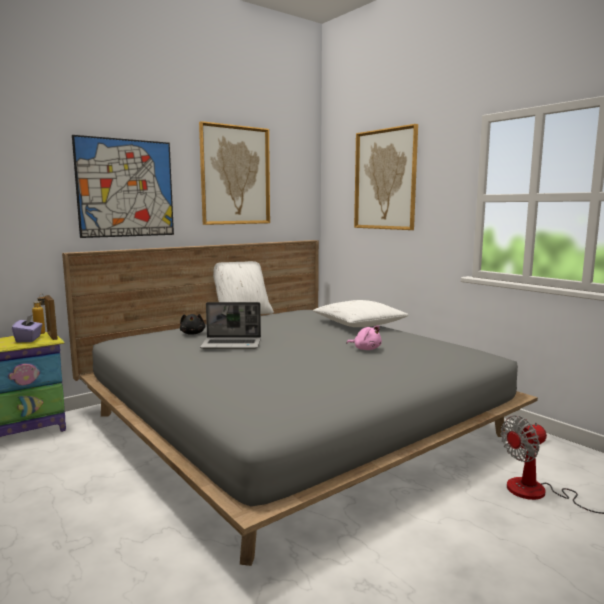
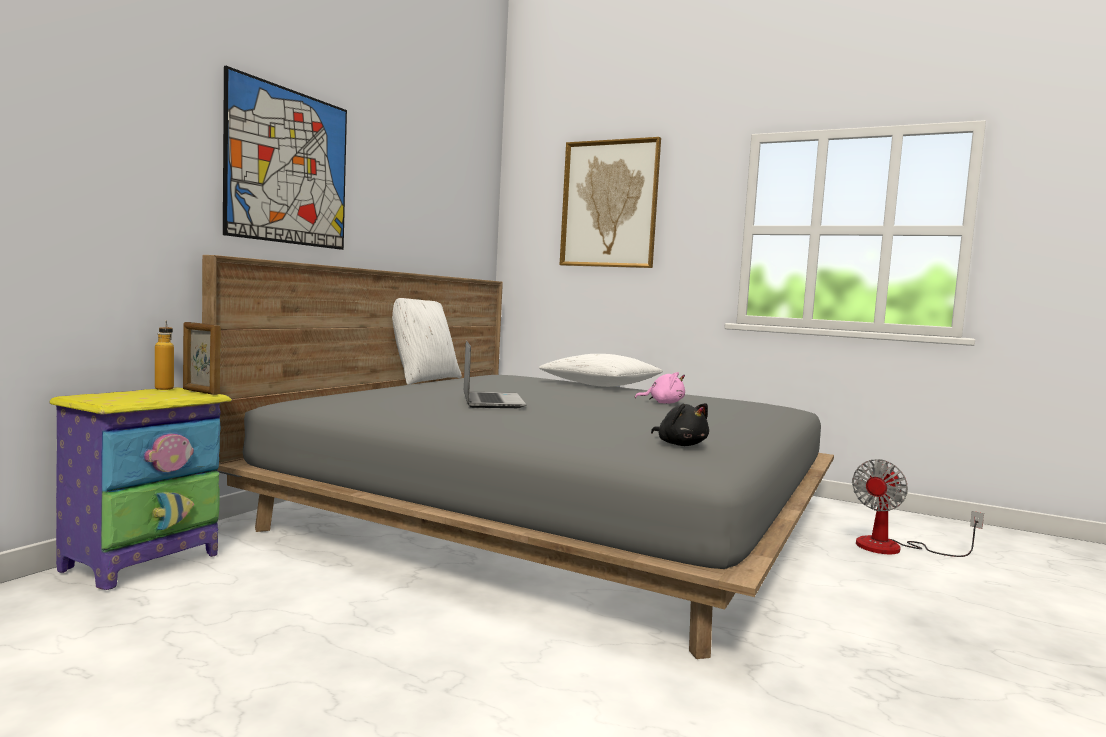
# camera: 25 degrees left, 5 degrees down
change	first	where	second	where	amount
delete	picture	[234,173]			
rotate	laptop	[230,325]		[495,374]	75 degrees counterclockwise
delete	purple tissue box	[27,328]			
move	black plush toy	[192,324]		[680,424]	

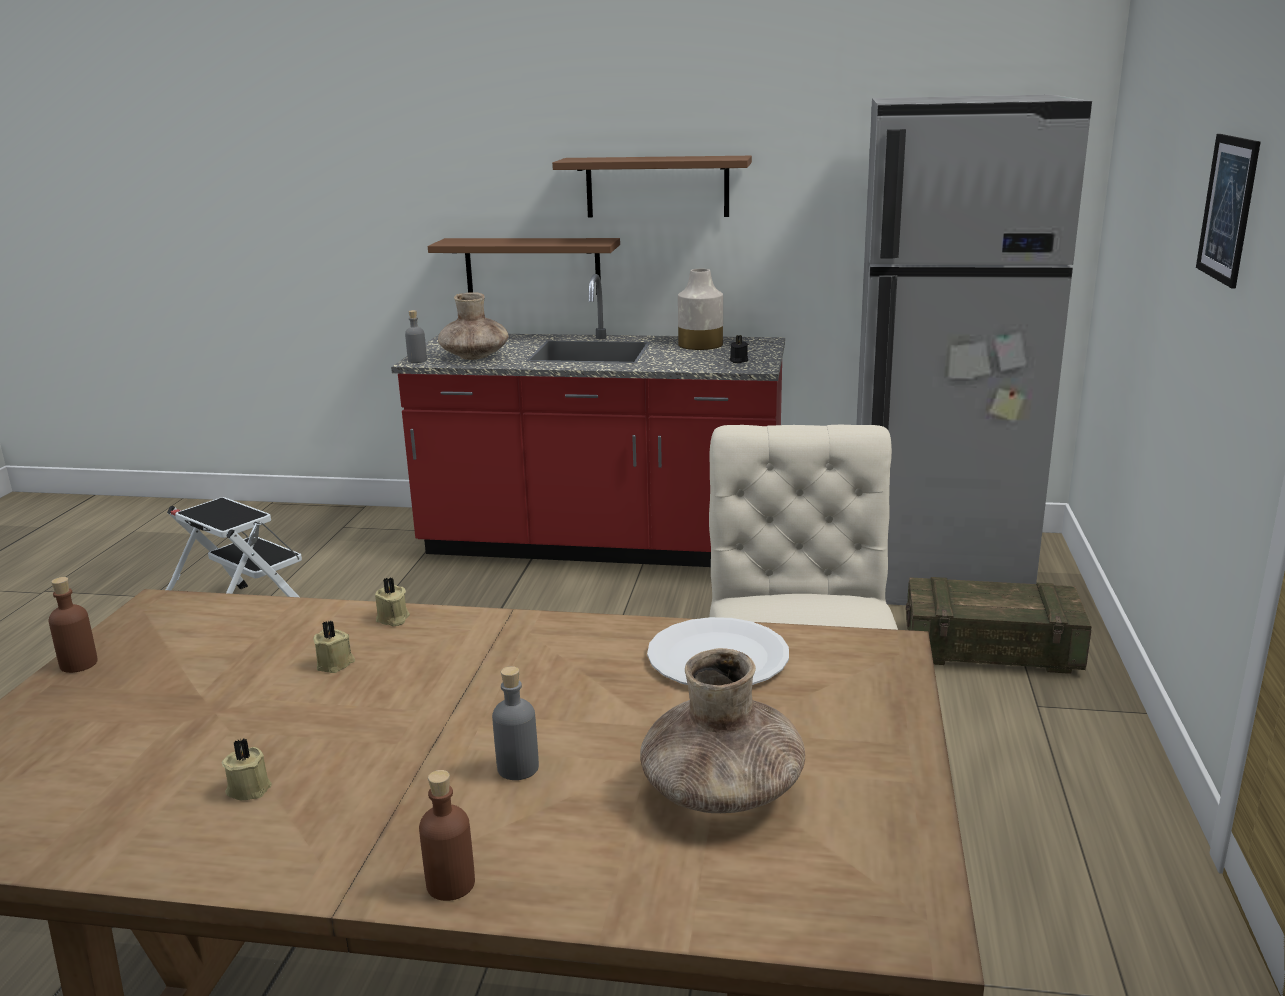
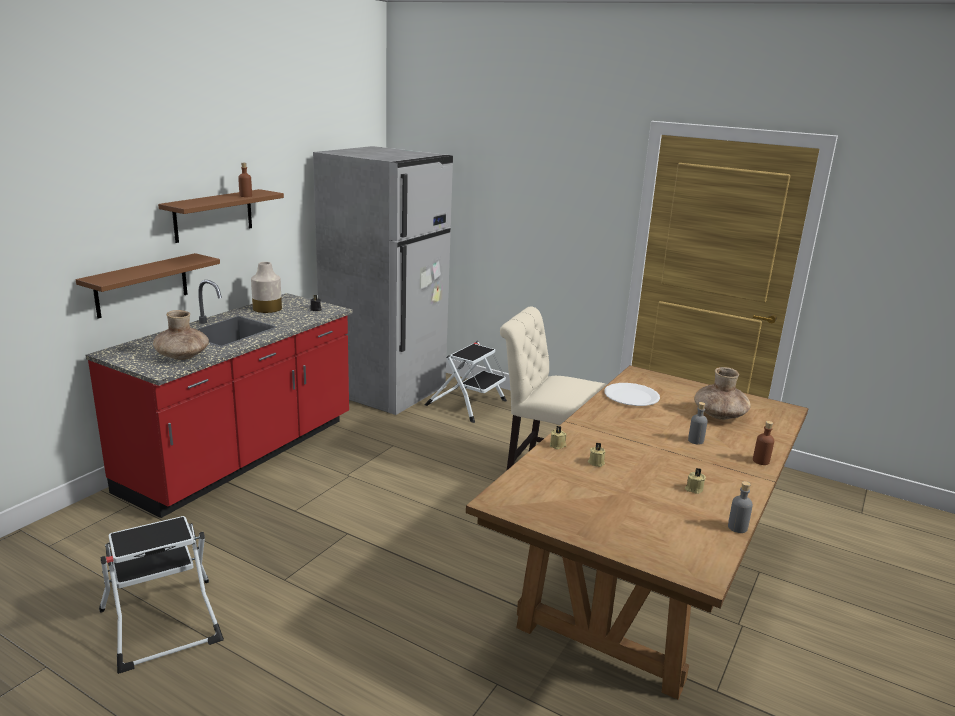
# camera: 70 degrees left, 0 degrees up
change	first	where	second	where	amount
delete	picture	[1228,211]			
move	grey bottle	[416,336]		[740,507]	
move	brown bottle	[73,625]		[245,180]	
replace	crate	[999,625]	step ladder	[465,382]	

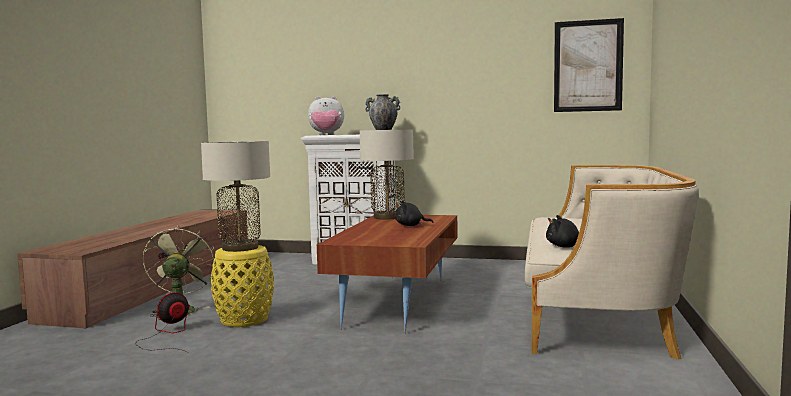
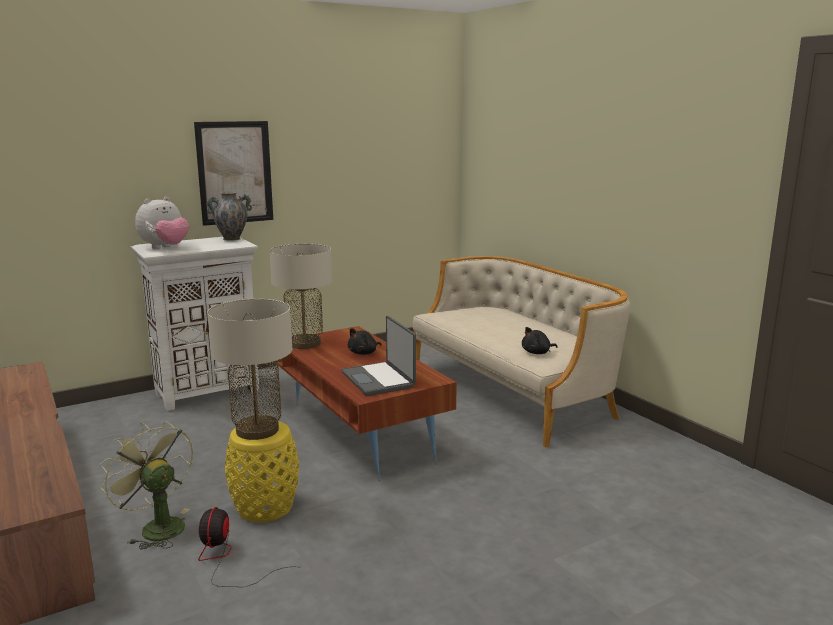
# camera: 45 degrees left, 10 degrees up
change	first	where	second	where	amount
move	picture	[589,65]		[233,173]	
insert			laptop	[378,356]	

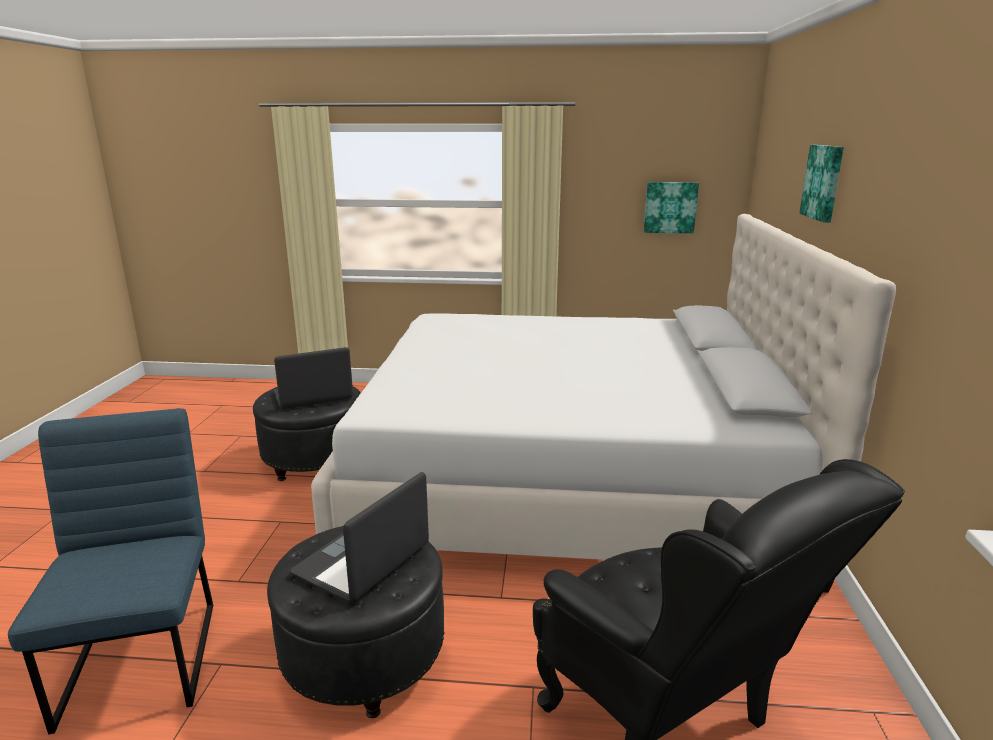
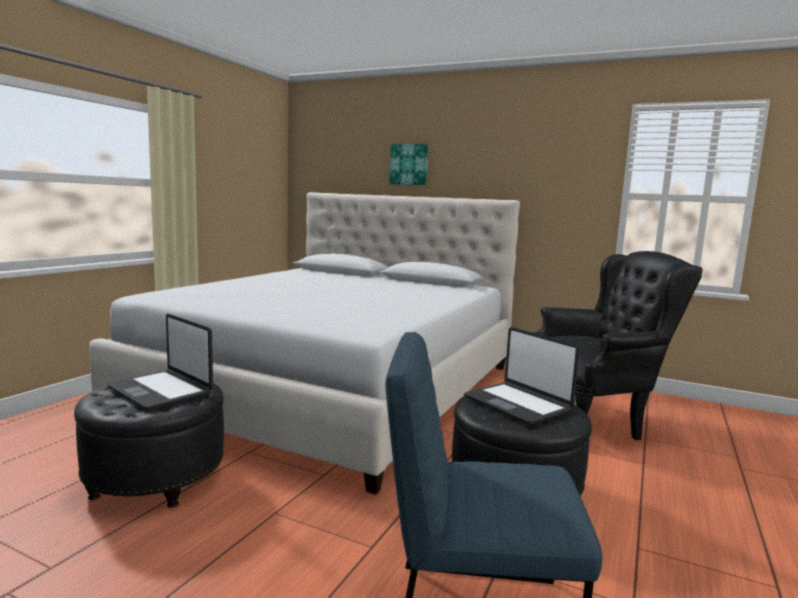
# camera: 70 degrees left, 10 degrees down
change	first	where	second	where	amount
delete	picture	[671,207]			
rotate	laptop	[313,378]		[160,362]	45 degrees counterclockwise

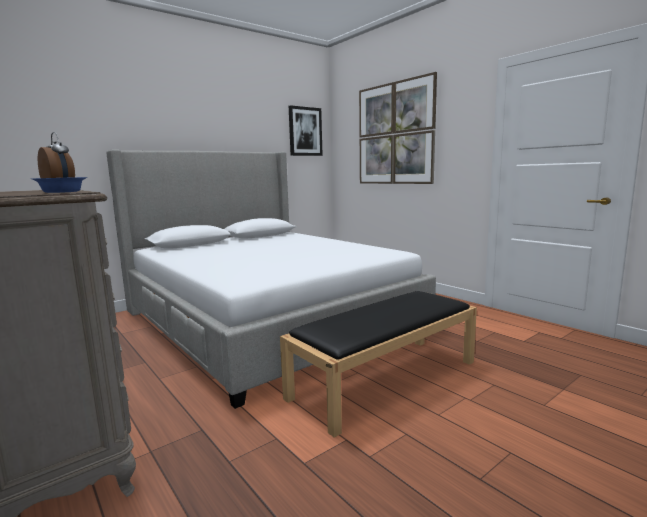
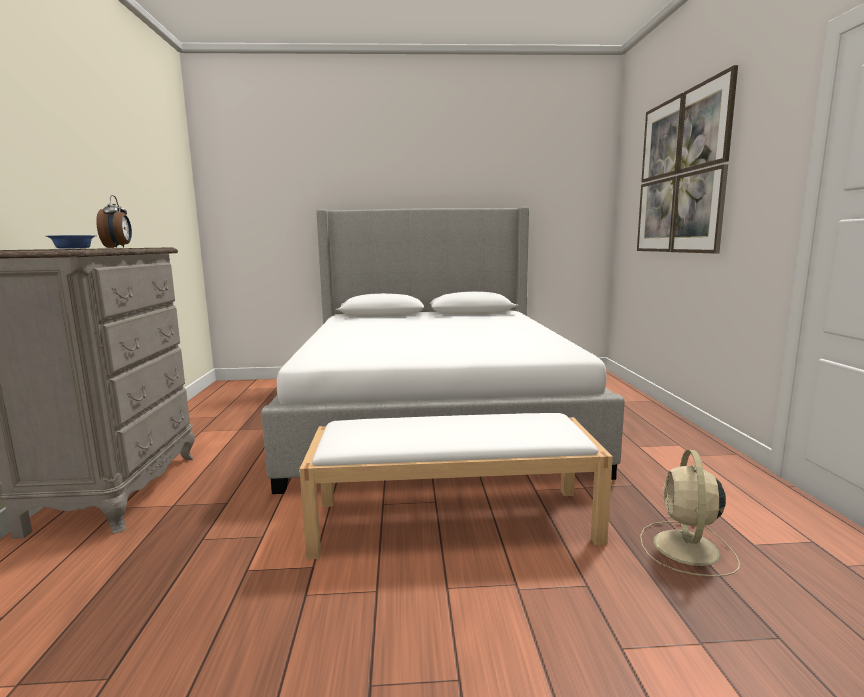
# camera: 35 degrees right, 0 degrees up
change	first	where	second	where	amount
delete	picture	[306,130]			
recolor	black bench	[378,364]	white bench	[456,486]	
insert			beige fan	[690,513]	

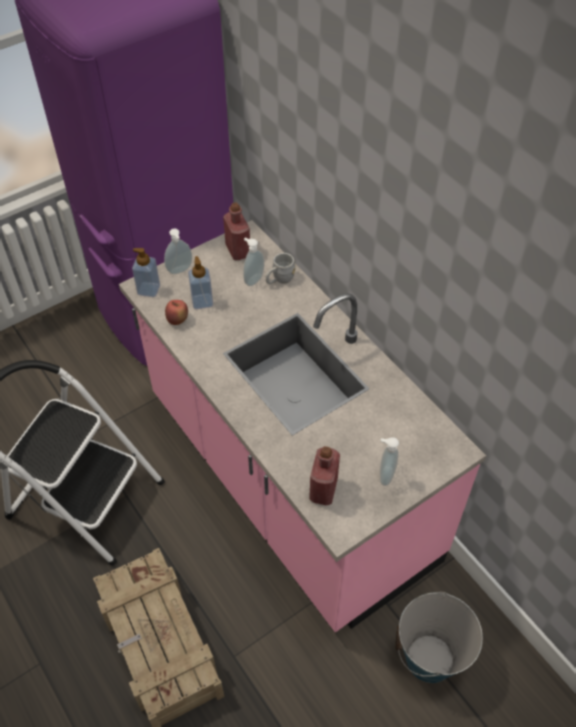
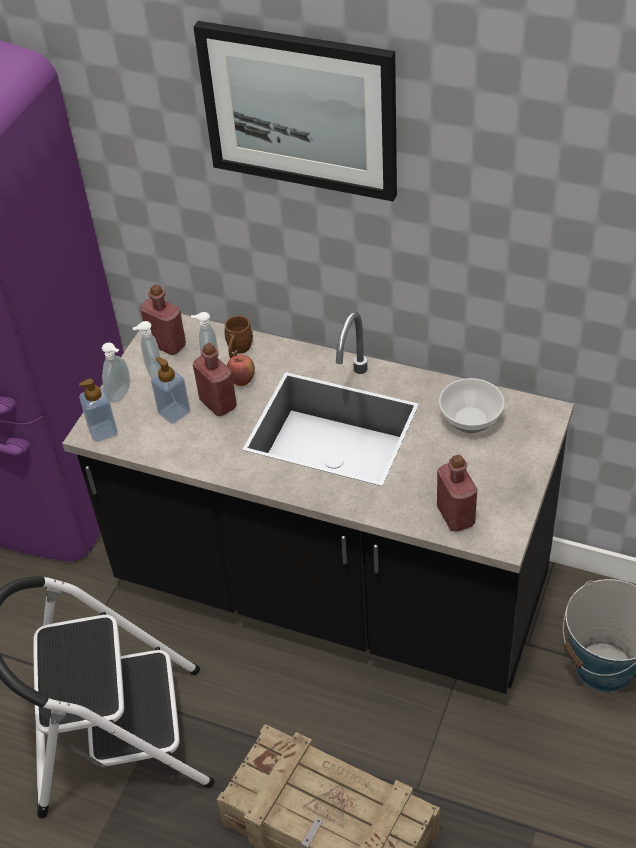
# camera: 30 degrees left, 5 degrees down
change	first	where	second	where	amount
recolor	pink counter	[302,426]	black counter	[318,502]	
recolor	grey mug	[280,268]	brown mug	[238,337]	
move	apple	[176,312]		[241,370]	
move	soap dispenser	[389,461]		[147,350]	
insert			picture	[295,111]	
insert			red bottle	[215,379]	
insert			bowl	[471,405]	

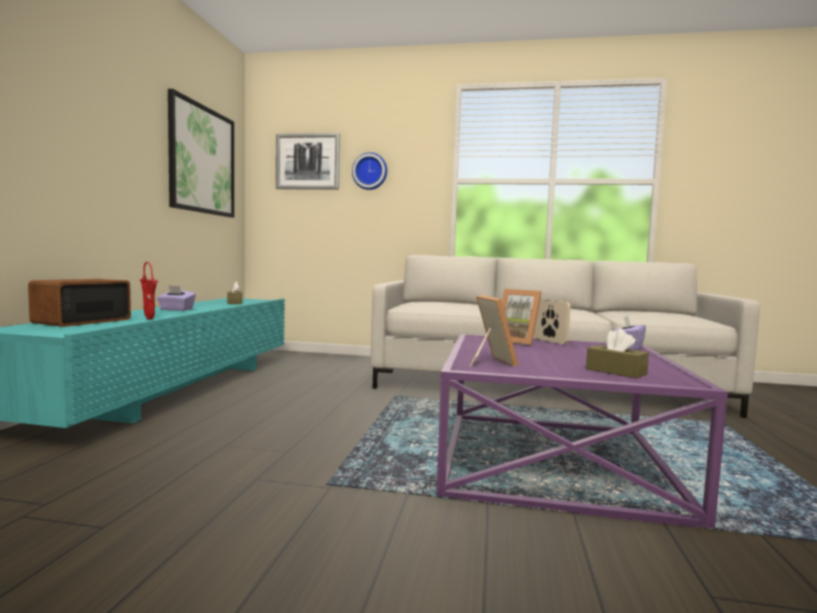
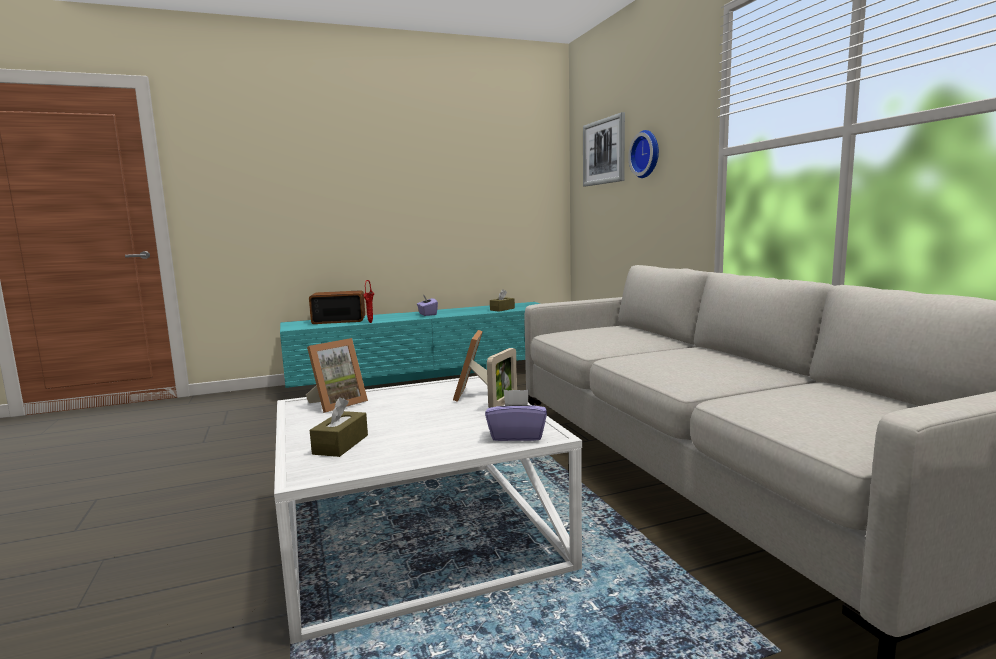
# camera: 60 degrees right, 5 degrees up
change	first	where	second	where	amount
delete	picture	[201,153]			
recolor	purple coffee table	[582,432]	white coffee table	[428,510]	

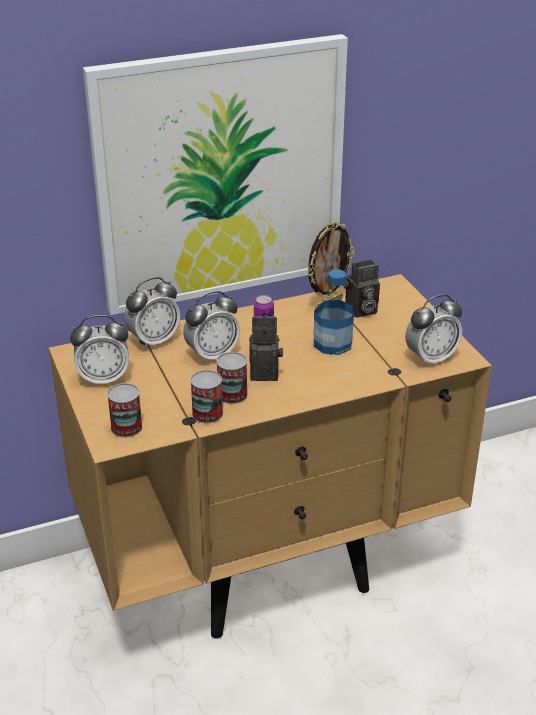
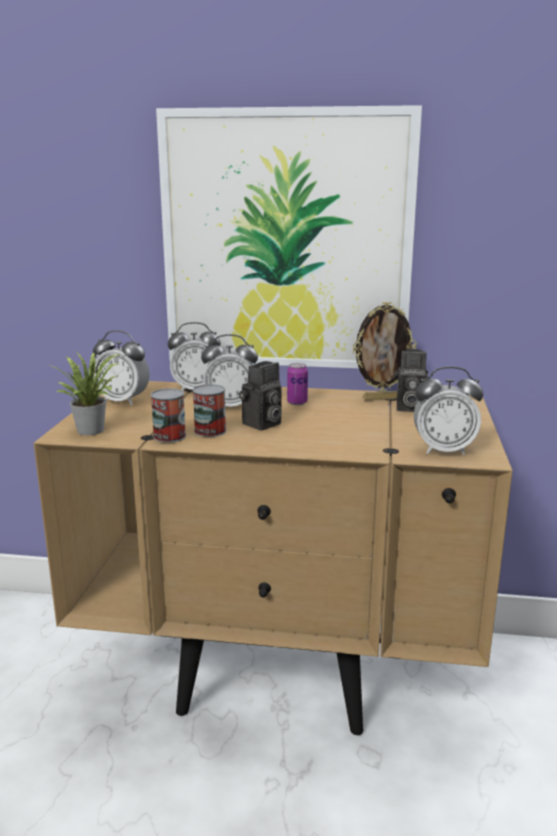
# camera: 30 degrees right, 15 degrees down
change	first	where	second	where	amount
delete	bottle	[334,312]			
rotate	photo camera	[266,349]		[260,395]	105 degrees clockwise
replace	can	[125,410]	potted plant	[84,393]	

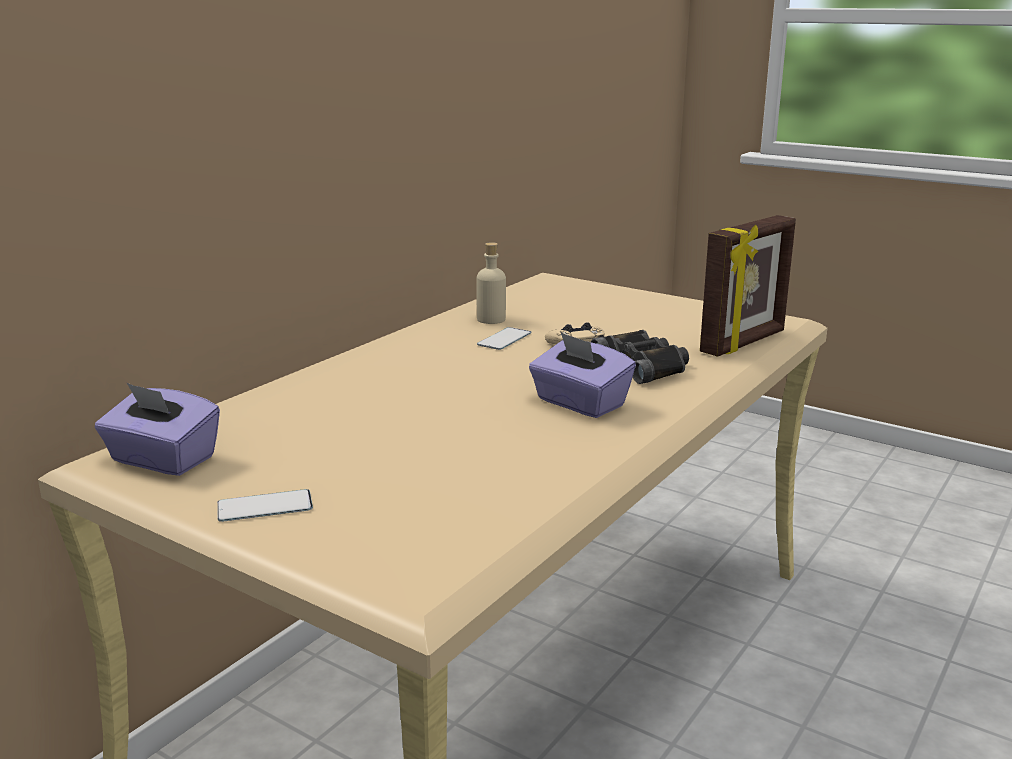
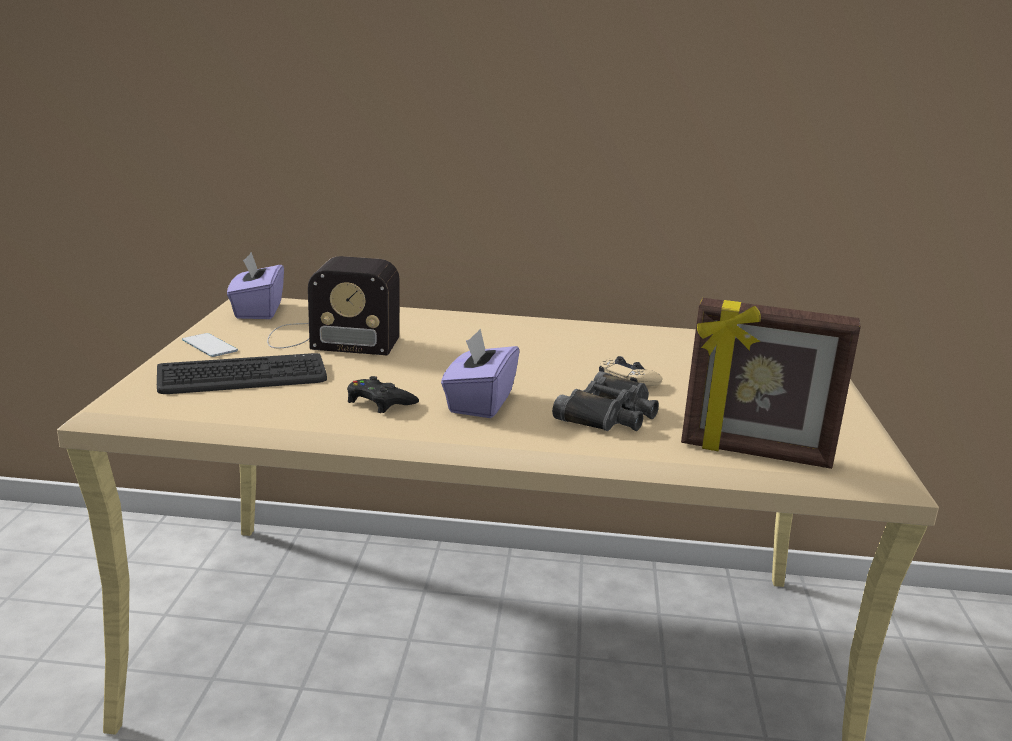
# camera: 60 degrees right, 0 degrees up
change	first	where	second	where	amount
delete	beige bottle	[491,283]			
delete	phone	[504,338]			
insert			radio	[333,305]	
insert			keyboard	[242,373]	
insert			black game controller	[383,394]	

